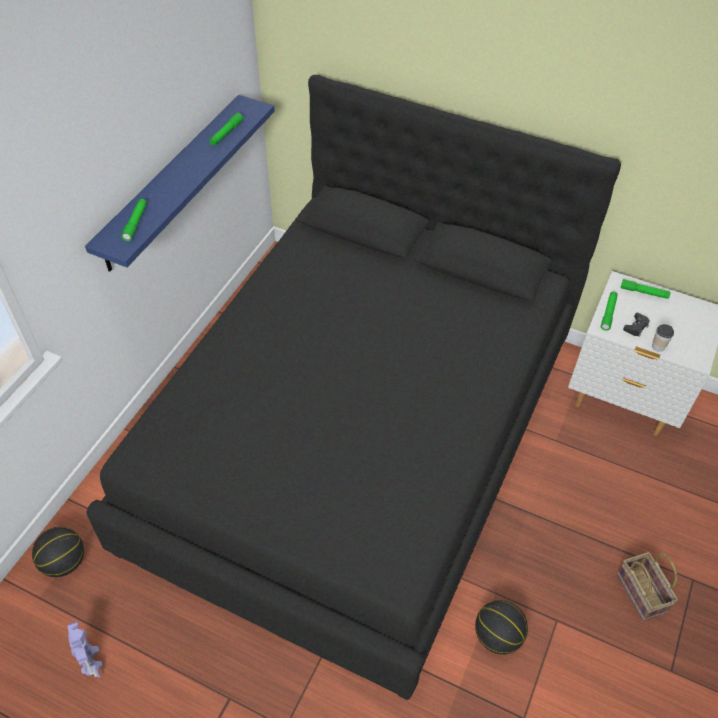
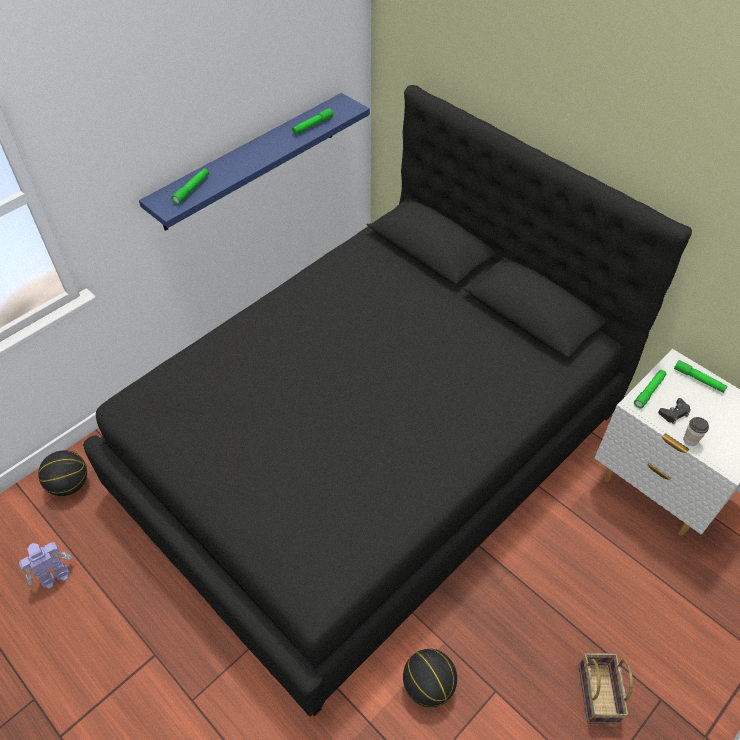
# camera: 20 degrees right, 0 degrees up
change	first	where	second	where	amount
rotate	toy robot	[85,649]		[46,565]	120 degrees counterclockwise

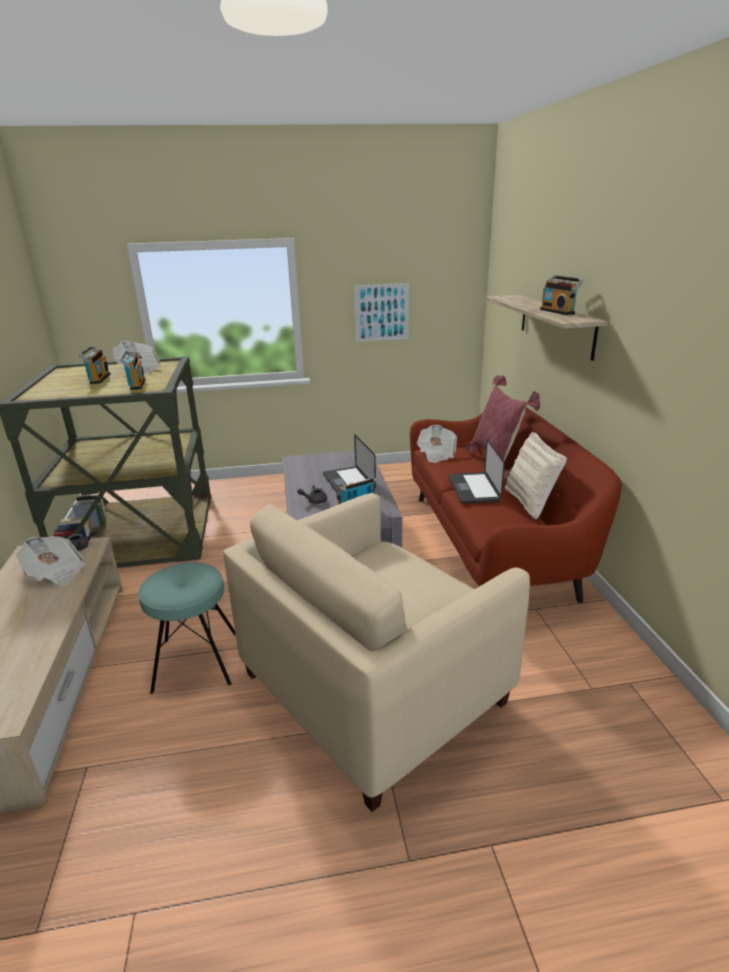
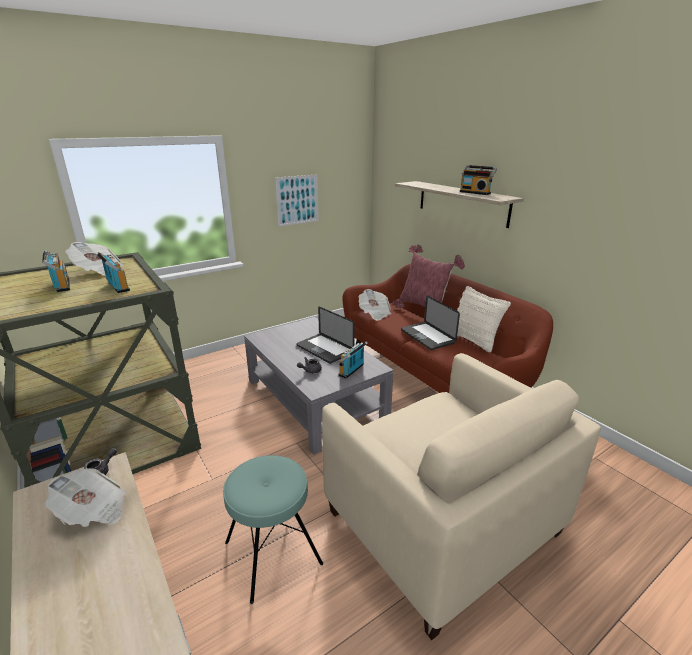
# camera: 25 degrees left, 0 degrees up
change	first	where	second	where	amount
rotate	beige armchair	[376,652]		[461,496]	60 degrees counterclockwise

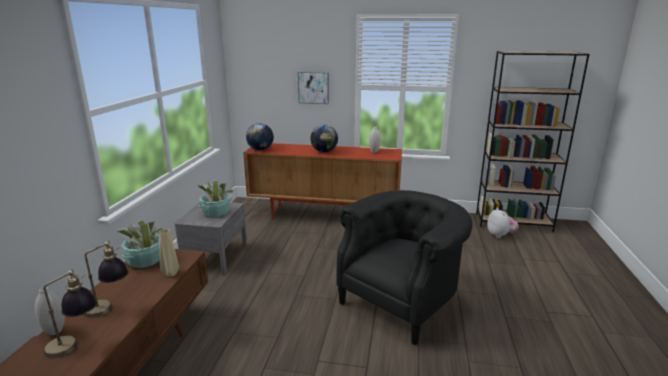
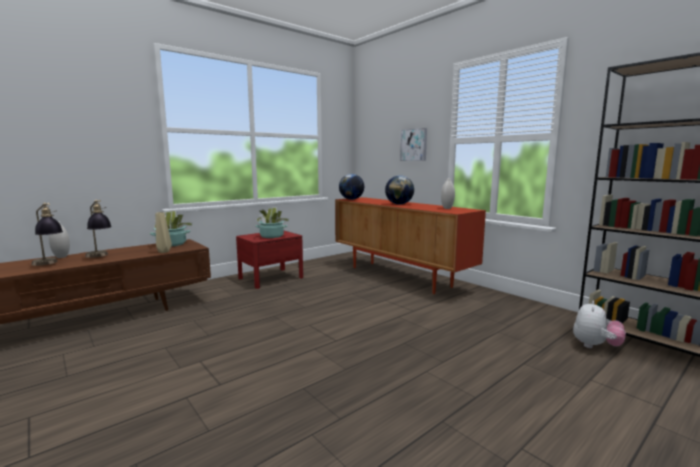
# camera: 40 degrees right, 10 degrees down
change	first	where	second	where	amount
delete	black armchair	[404,267]			
recolor	grey nightstand	[211,238]	red nightstand	[269,260]	

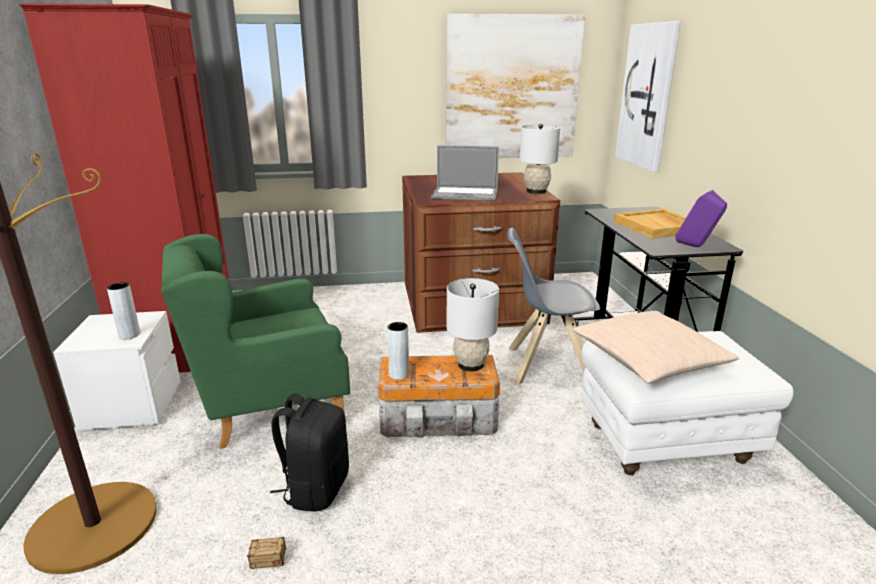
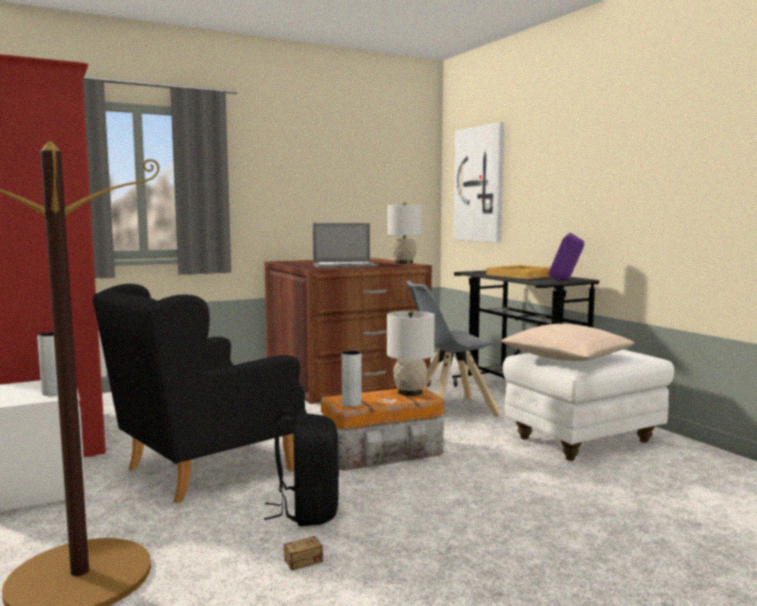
# camera: 20 degrees left, 15 degrees down
change	first	where	second	where	amount
delete	picture	[515,86]			
recolor	green armchair	[255,341]	black armchair	[199,393]	

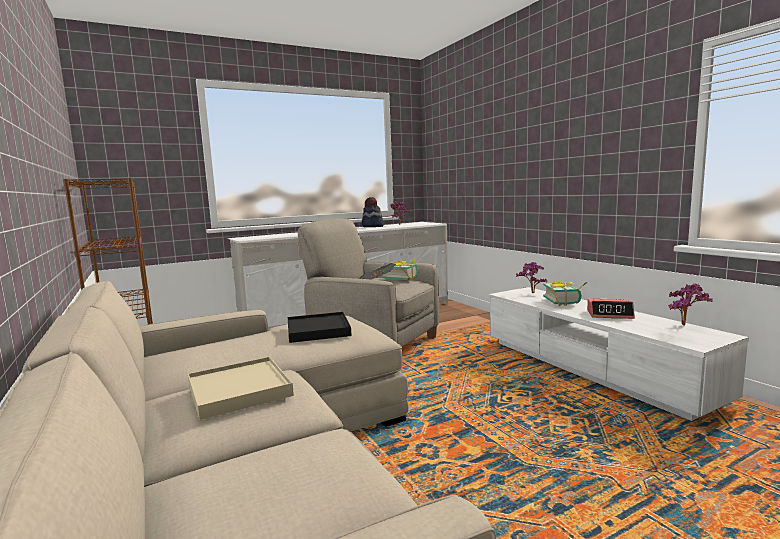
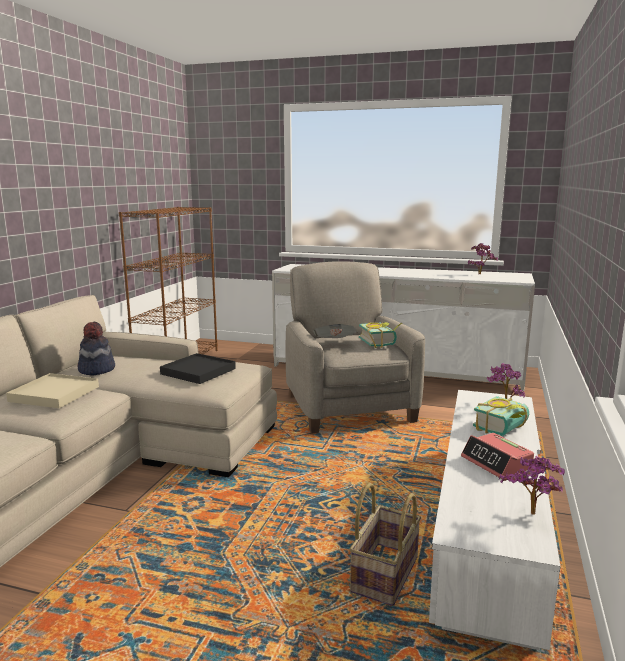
# camera: 45 degrees right, 5 degrees up
change	first	where	second	where	amount
move	hat	[373,212]		[96,349]	
insert			basket	[385,544]	

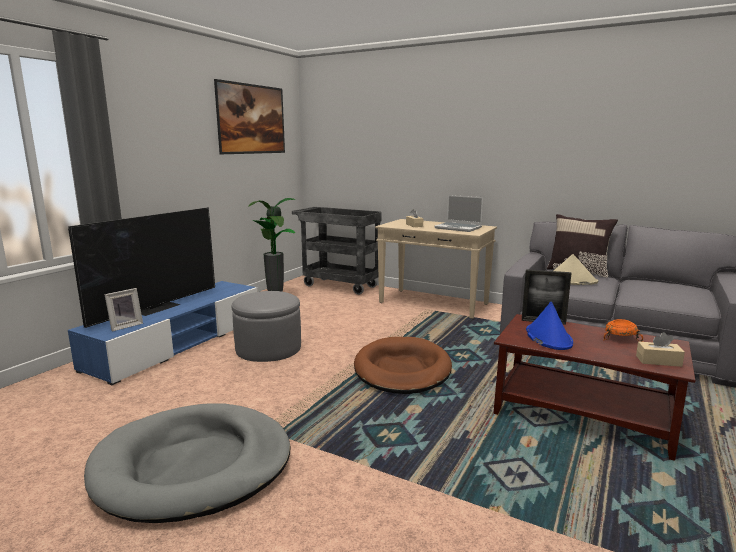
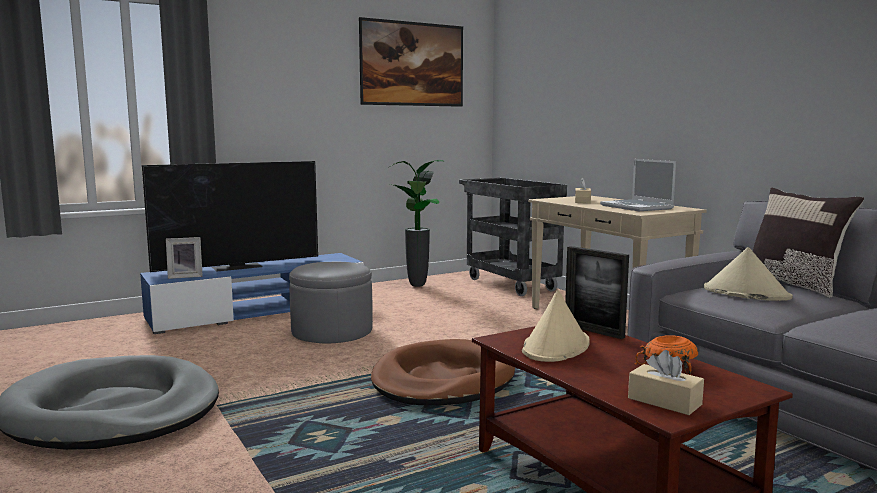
# camera: 30 degrees right, 5 degrees down
change	first	where	second	where	amount
recolor	blue hat	[549,326]	beige hat	[556,326]	

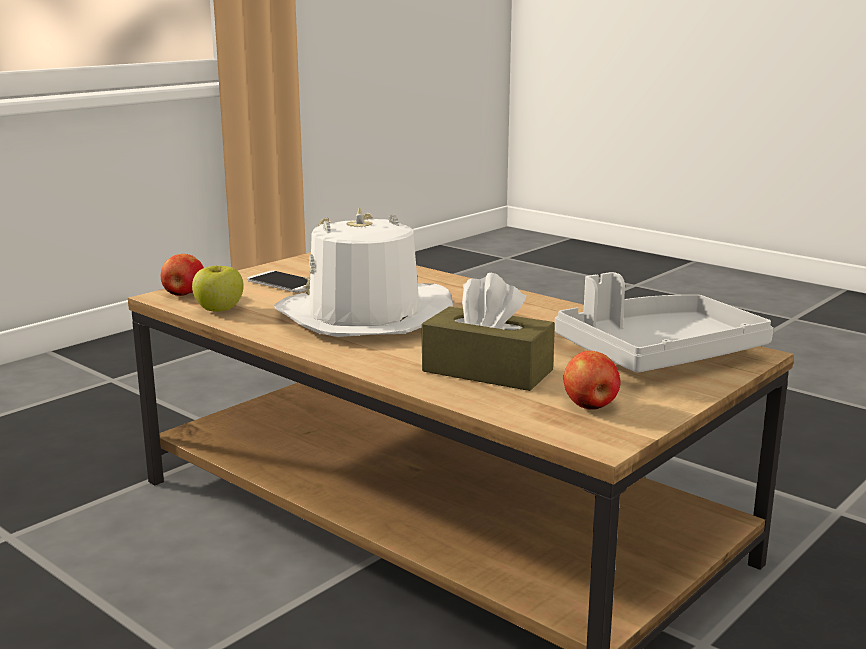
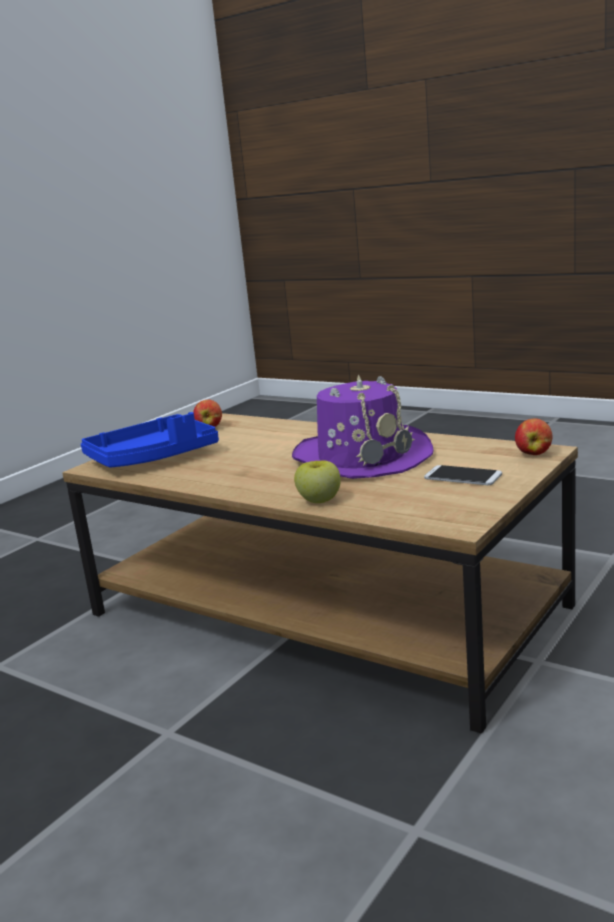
# camera: 175 degrees right, 0 degrees up
change	first	where	second	where	amount
recolor	white hat	[363,271]	purple hat	[362,426]	
move	apple	[218,289]		[317,481]	
recolor	grey tray	[664,322]	blue tray	[150,440]	
delete	brown tissue box	[488,332]			

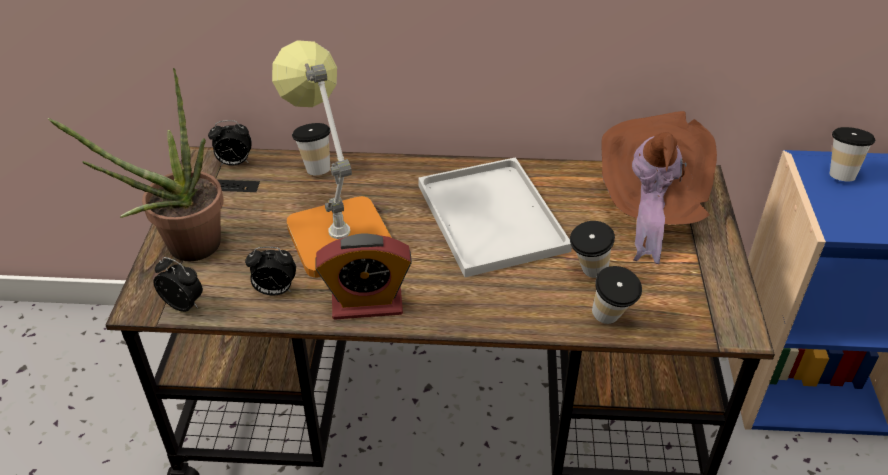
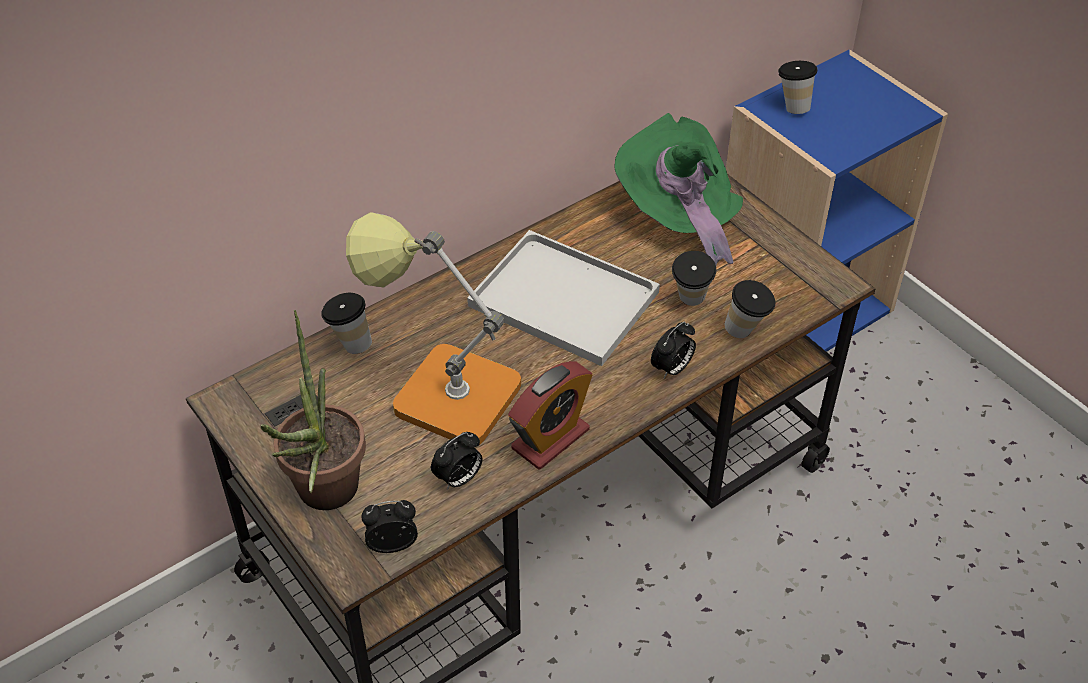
# camera: 40 degrees left, 5 degrees up
change	first	where	second	where	amount
recolor	brown hat	[659,187]	green hat	[678,189]	
move	alarm clock	[230,143]		[673,350]	

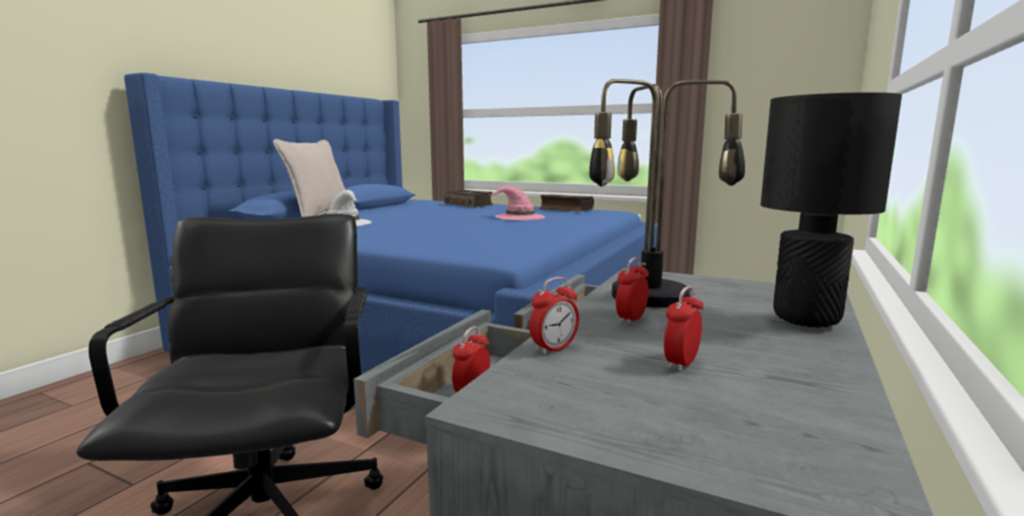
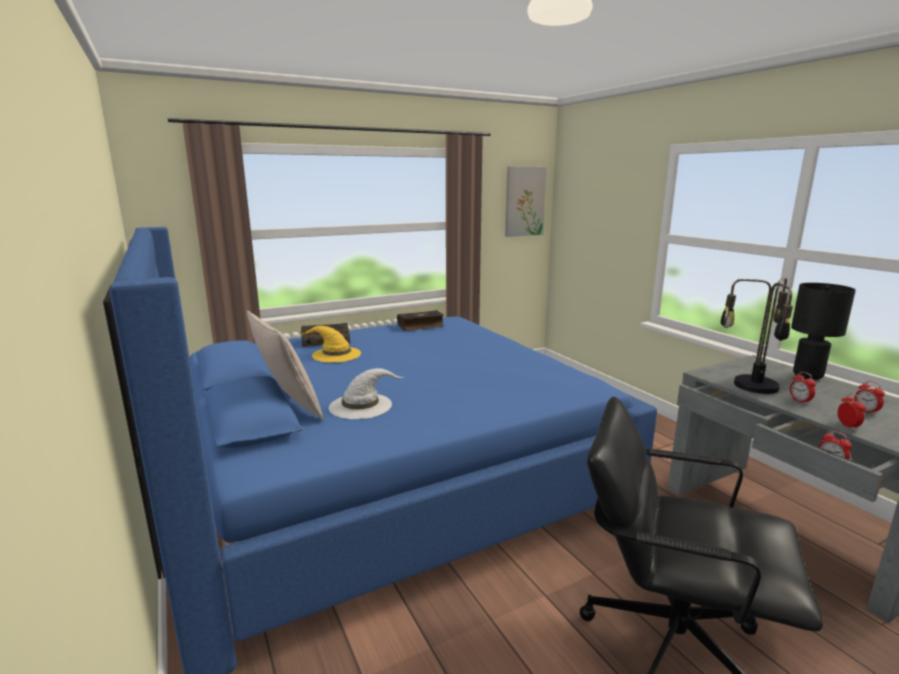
# camera: 55 degrees left, 5 degrees up
change	first	where	second	where	amount
delete	pink hat	[516,203]			
insert			picture	[526,202]	
insert			yellow hat	[330,344]	

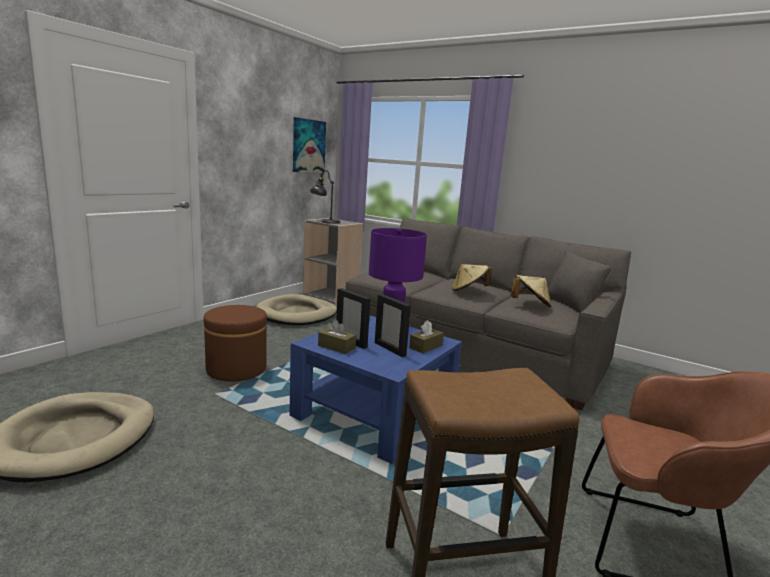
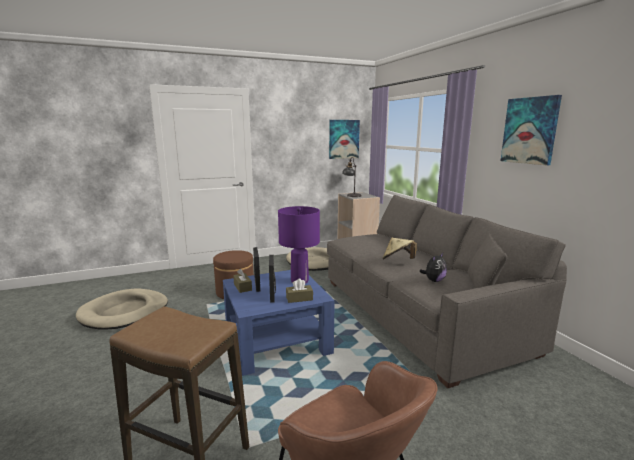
# camera: 35 degrees right, 0 degrees up
change	first	where	second	where	amount
replace	beige hat	[531,291]	plush toy	[433,267]	
insert			picture	[531,130]	

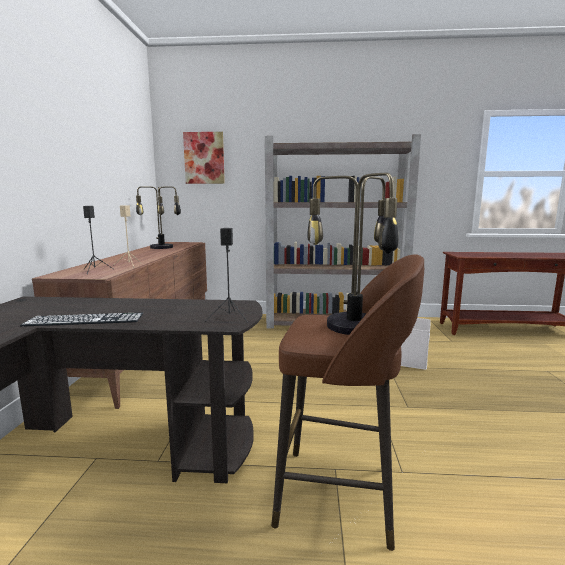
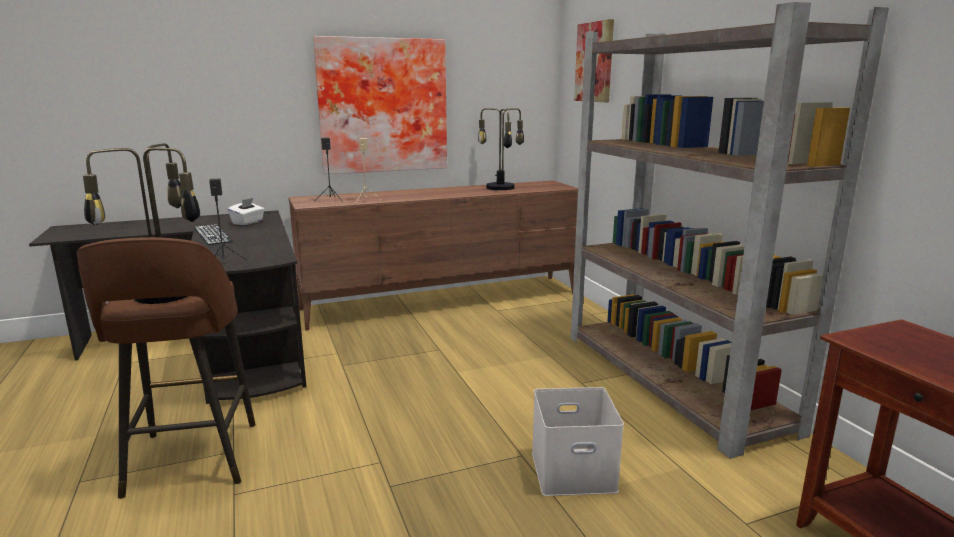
# camera: 65 degrees right, 5 degrees up
change	first	where	second	where	amount
insert			picture	[380,105]	
insert			white tissue box	[246,211]	

